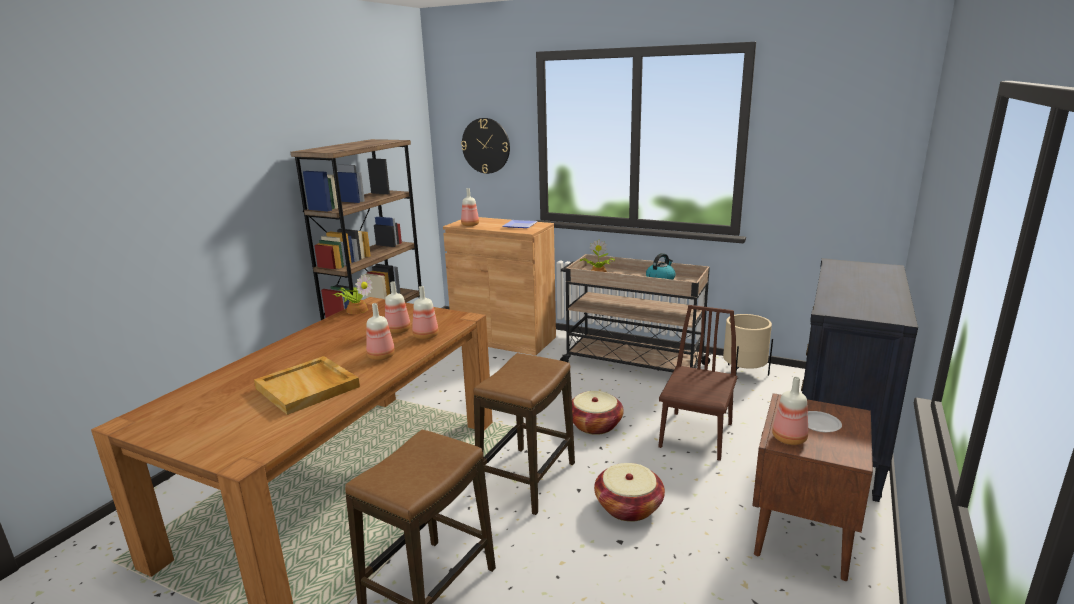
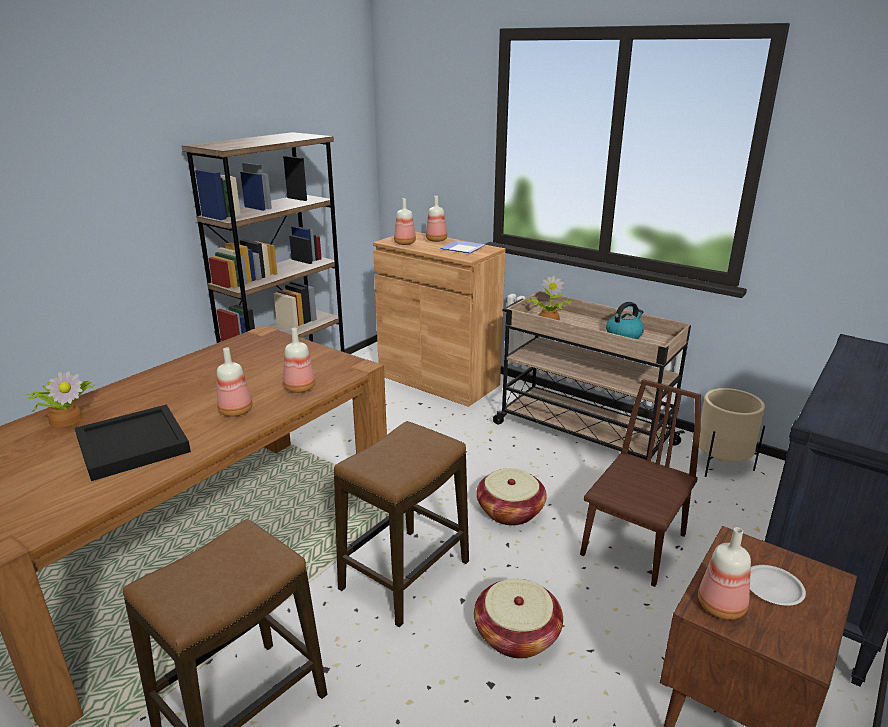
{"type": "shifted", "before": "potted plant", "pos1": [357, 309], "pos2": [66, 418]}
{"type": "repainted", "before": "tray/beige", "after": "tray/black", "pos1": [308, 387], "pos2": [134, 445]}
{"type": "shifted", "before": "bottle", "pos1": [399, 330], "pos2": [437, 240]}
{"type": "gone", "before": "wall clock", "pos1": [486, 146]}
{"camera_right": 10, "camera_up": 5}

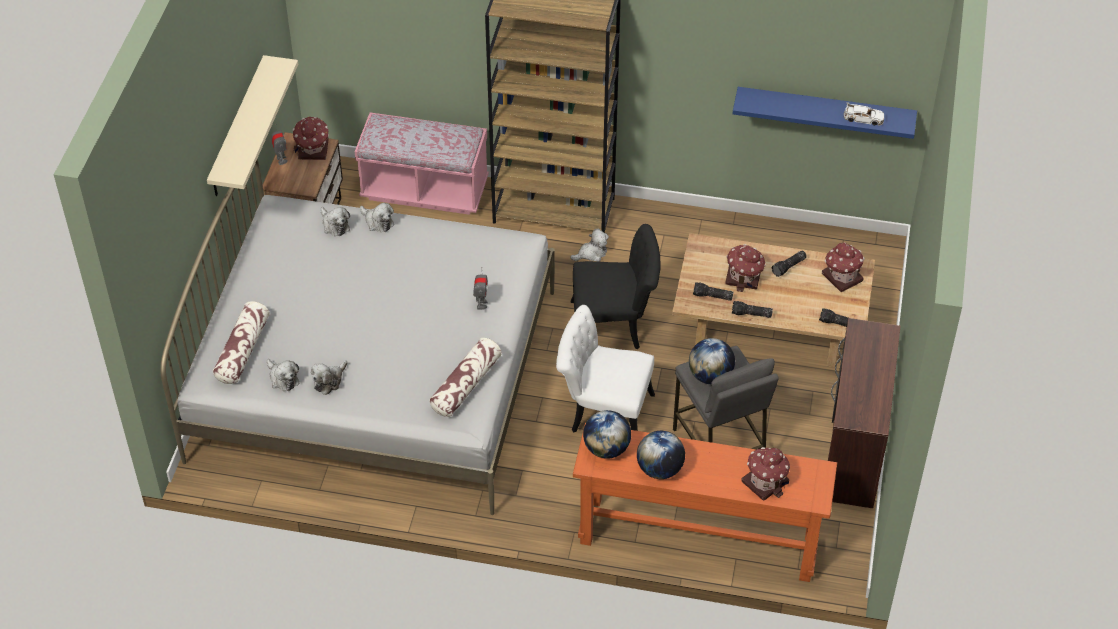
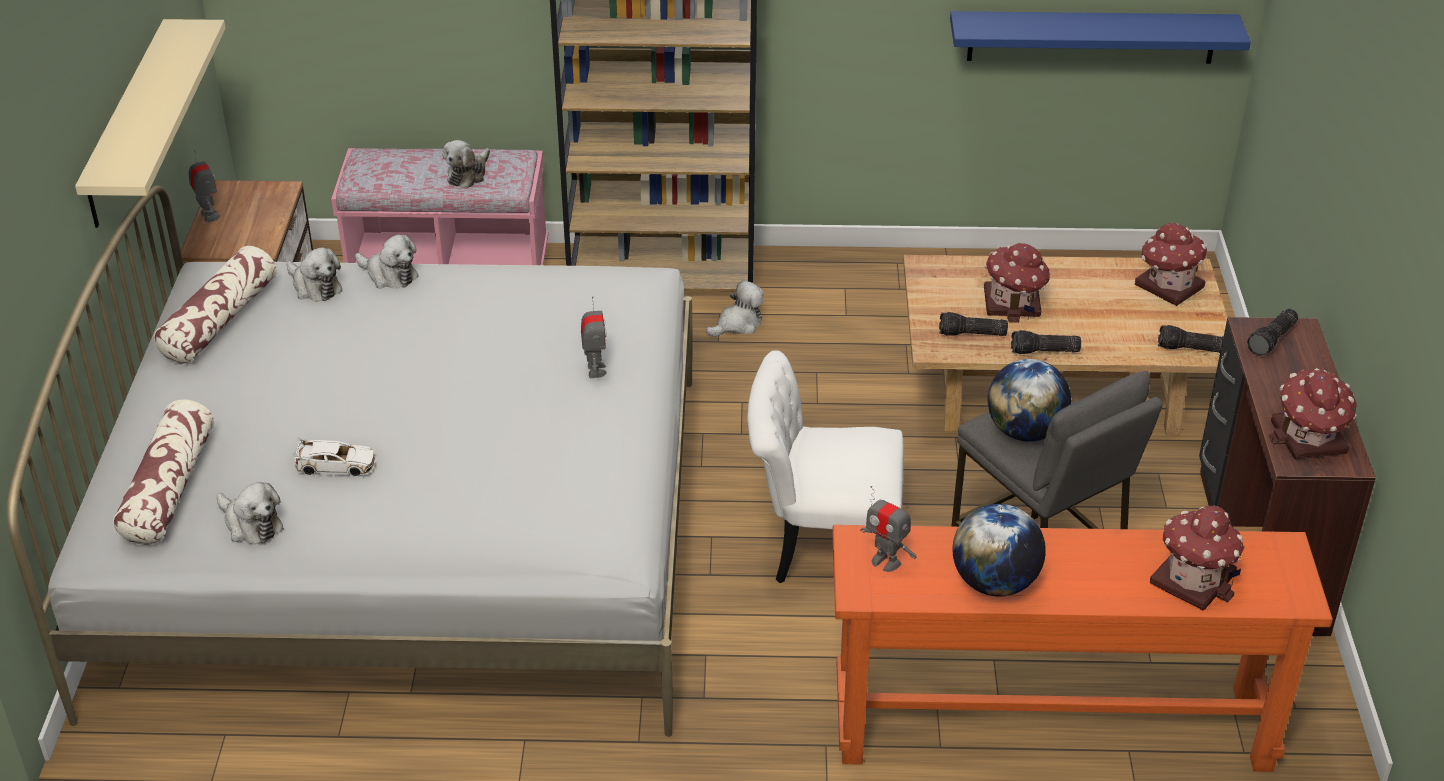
{"type": "shifted", "before": "pillow", "pos1": [466, 384], "pos2": [220, 320]}
{"type": "shifted", "before": "toy car/white", "pos1": [863, 118], "pos2": [335, 465]}
{"type": "shifted", "before": "plush toy", "pos1": [329, 381], "pos2": [468, 174]}
{"type": "swapped", "before": "globe", "after": "toy robot", "pos1": [606, 449], "pos2": [886, 562]}
{"type": "shifted", "before": "flashlight", "pos1": [789, 267], "pos2": [1273, 340]}
{"type": "shifted", "before": "toy house", "pos1": [313, 150], "pos2": [1308, 439]}
{"type": "gone", "before": "chair/black", "pos1": [614, 325]}
{"camera_right": -10, "camera_up": -10}

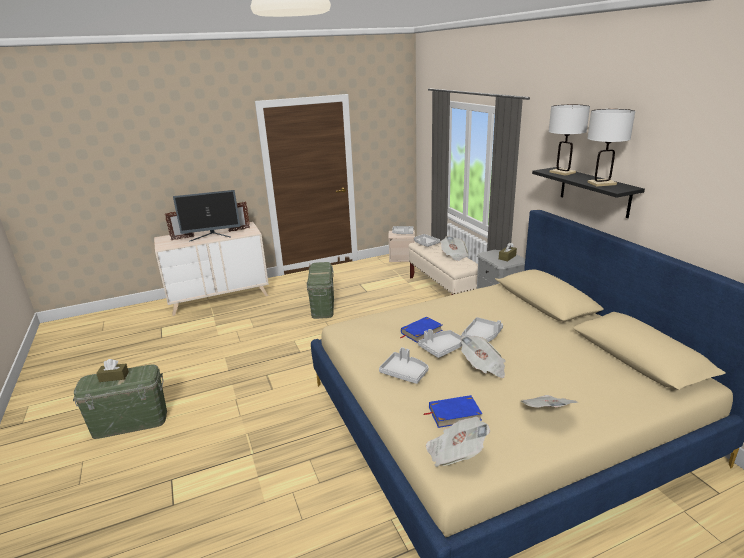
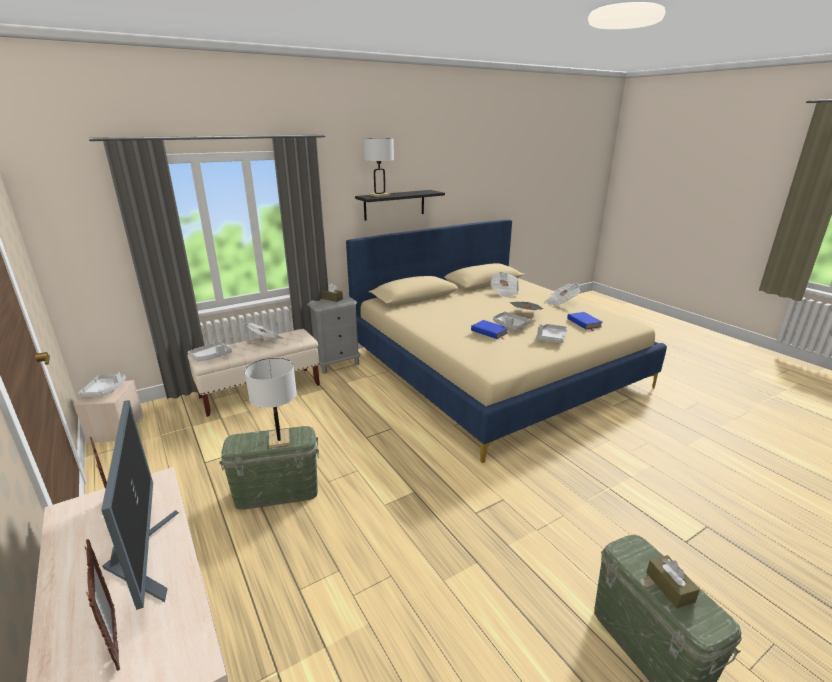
{"type": "shifted", "before": "table lamp/white", "pos1": [601, 183], "pos2": [279, 439]}
{"type": "shifted", "before": "newspaper", "pos1": [455, 453], "pos2": [504, 292]}
{"type": "gone", "before": "tray/grey", "pos1": [482, 336]}
{"camera_right": -100, "camera_up": 0}

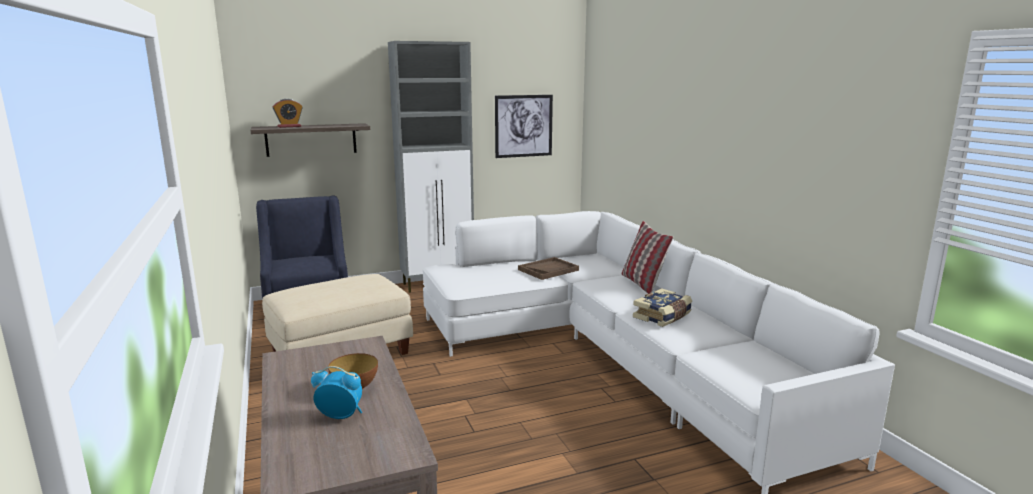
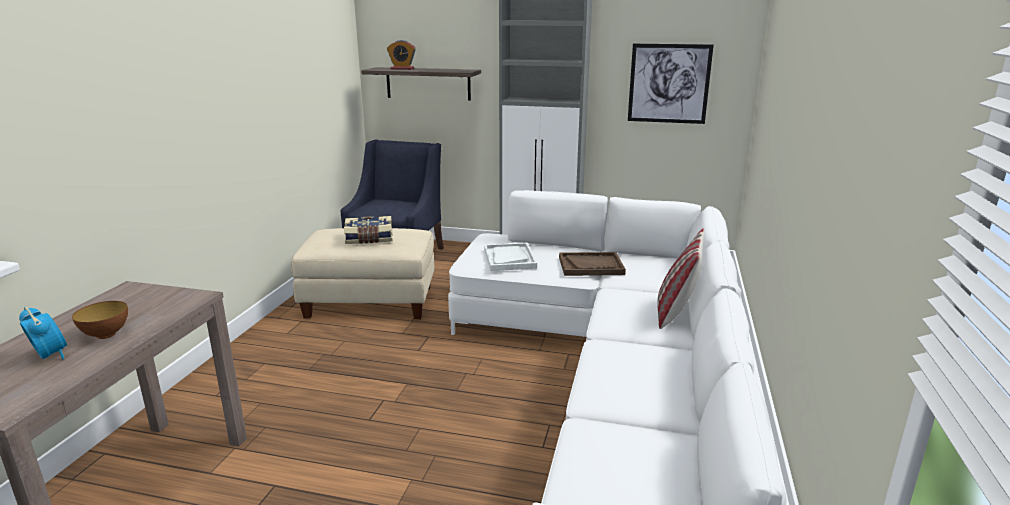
{"type": "shifted", "before": "book", "pos1": [663, 317], "pos2": [369, 239]}
{"type": "new", "after": "tray/white", "pos2": [509, 258]}
{"camera_right": 35, "camera_up": 5}

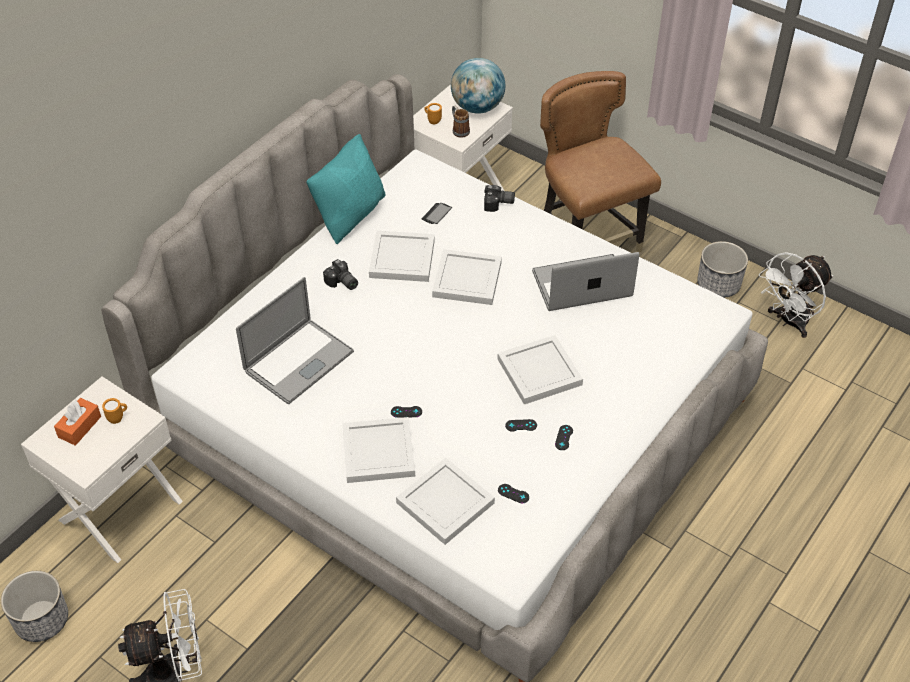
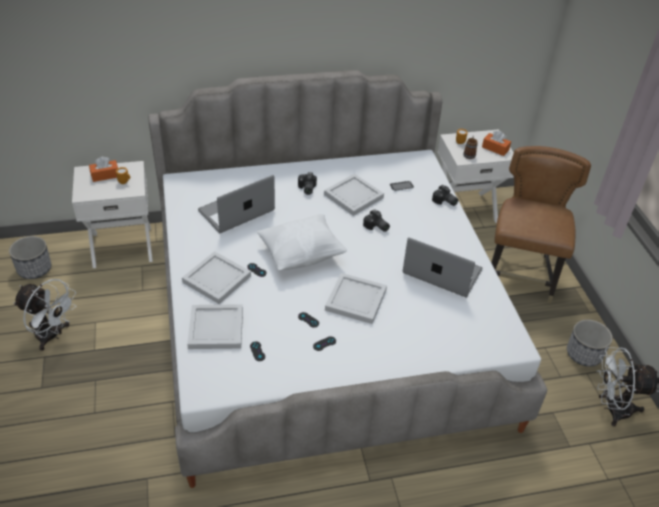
{"type": "rotated", "before": "laptop", "pos1": [299, 361], "pos2": [236, 211], "turn": 150}
{"type": "new", "after": "pillow/white", "pos2": [302, 255]}
{"type": "swapped", "before": "tray/white", "after": "photo camera", "pos1": [466, 278], "pos2": [376, 227]}
{"type": "swapped", "before": "globe", "after": "tissue box/orange", "pos1": [477, 107], "pos2": [495, 148]}
{"type": "gone", "before": "pillow/turquoise", "pos1": [351, 215]}
{"camera_right": 40, "camera_up": -5}

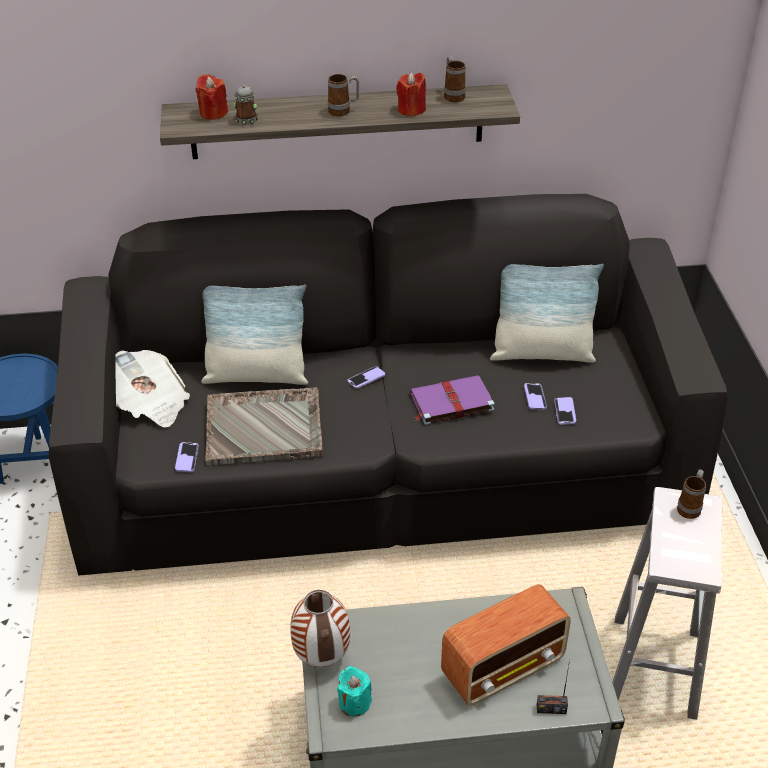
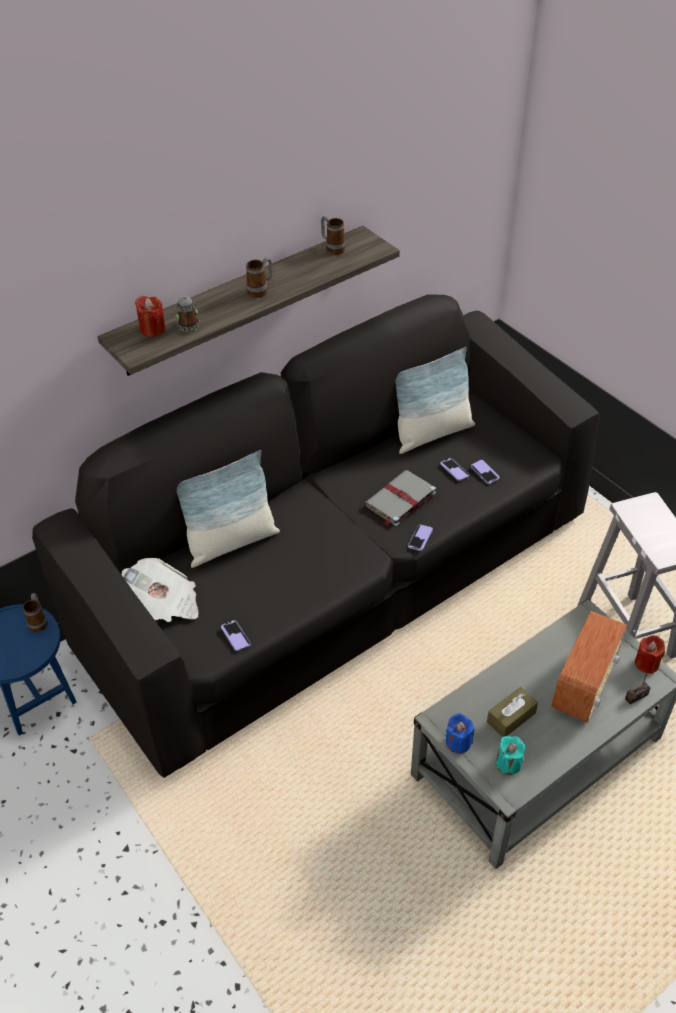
{"type": "shifted", "before": "mug", "pos1": [690, 507], "pos2": [39, 622]}
{"type": "repainted", "before": "book/purple", "after": "book/grey", "pos1": [450, 402], "pos2": [399, 500]}
{"type": "shifted", "before": "phone", "pos1": [366, 378], "pos2": [420, 538]}
{"type": "swapped", "before": "vase", "after": "candle/blue", "pos1": [321, 657], "pos2": [458, 742]}
{"type": "new", "after": "tissue box/brown", "pos2": [511, 717]}
{"type": "shifted", "before": "candle/red", "pos1": [411, 110], "pos2": [646, 663]}
{"type": "gone", "before": "tray/grey", "pos1": [265, 428]}
{"camera_right": -30, "camera_up": 5}

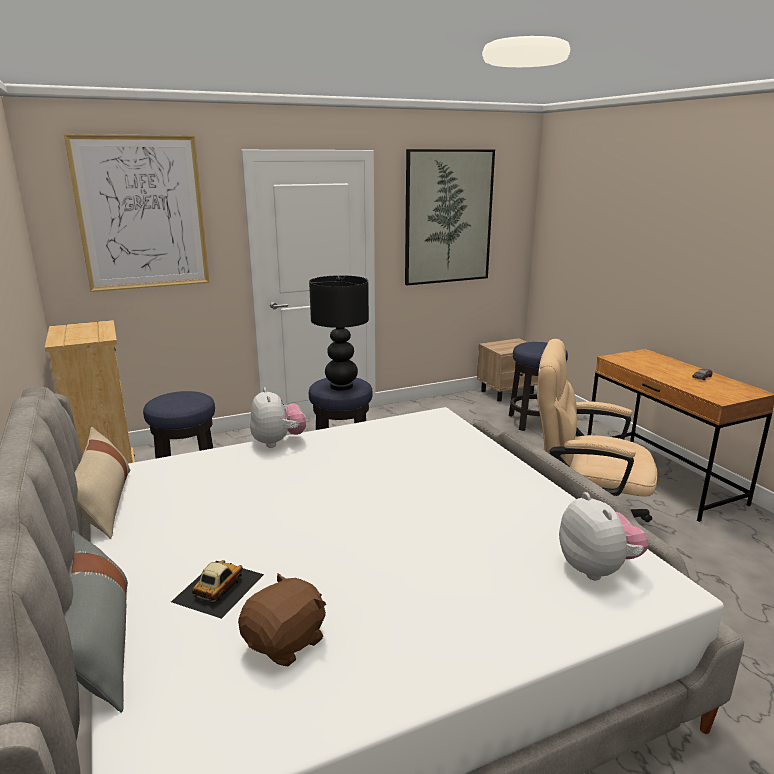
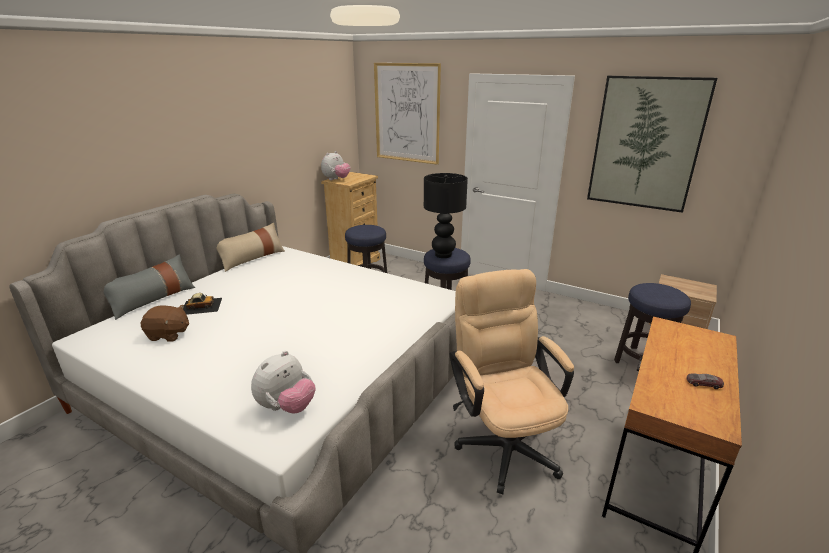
{"type": "shifted", "before": "plush toy", "pos1": [278, 442], "pos2": [336, 179]}
{"camera_right": 55, "camera_up": 5}

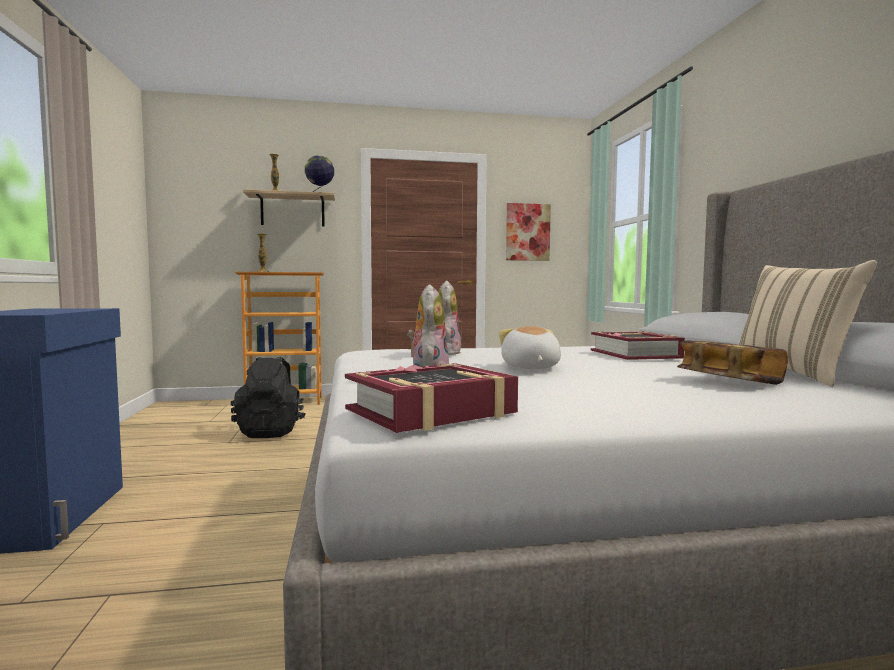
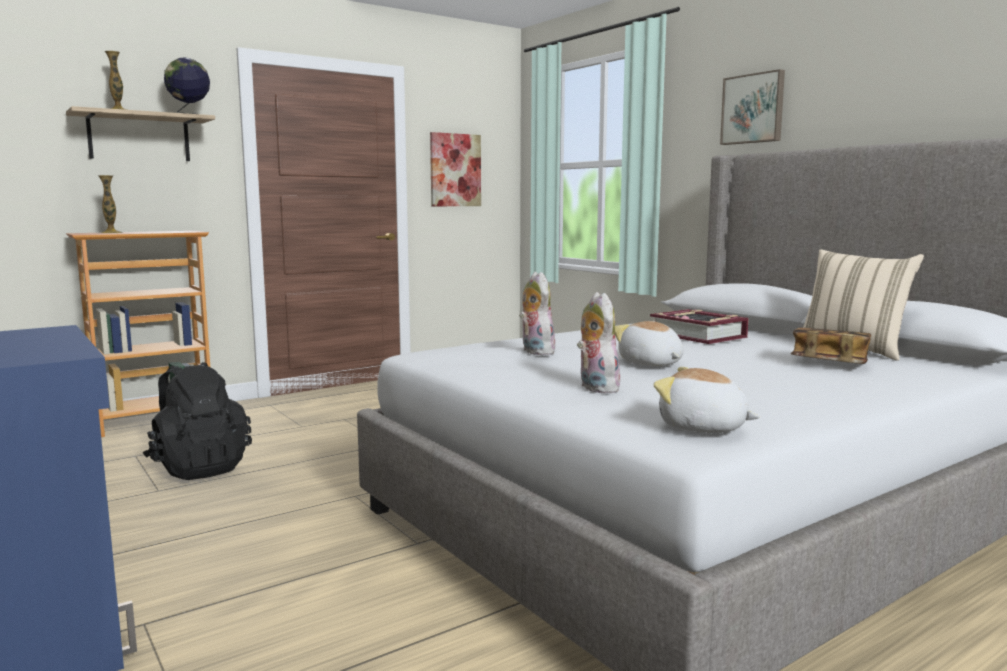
{"type": "swapped", "before": "book", "after": "plush toy", "pos1": [431, 412], "pos2": [702, 428]}
{"type": "new", "after": "picture", "pos2": [753, 109]}
{"camera_right": -25, "camera_up": 5}

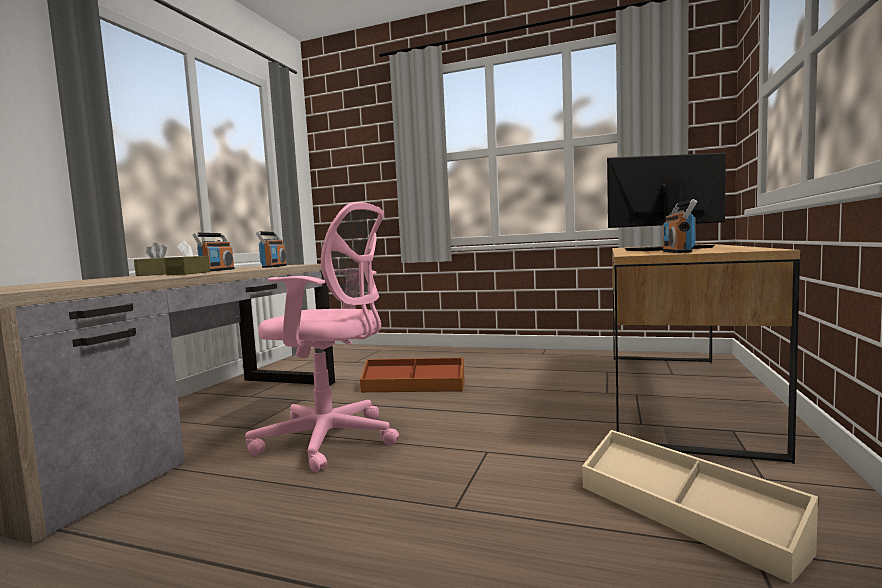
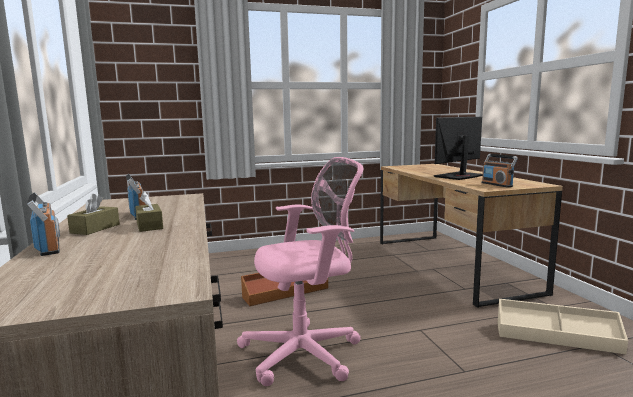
{"type": "shifted", "before": "radio", "pos1": [274, 266], "pos2": [48, 247]}
{"camera_right": -35, "camera_up": 5}

